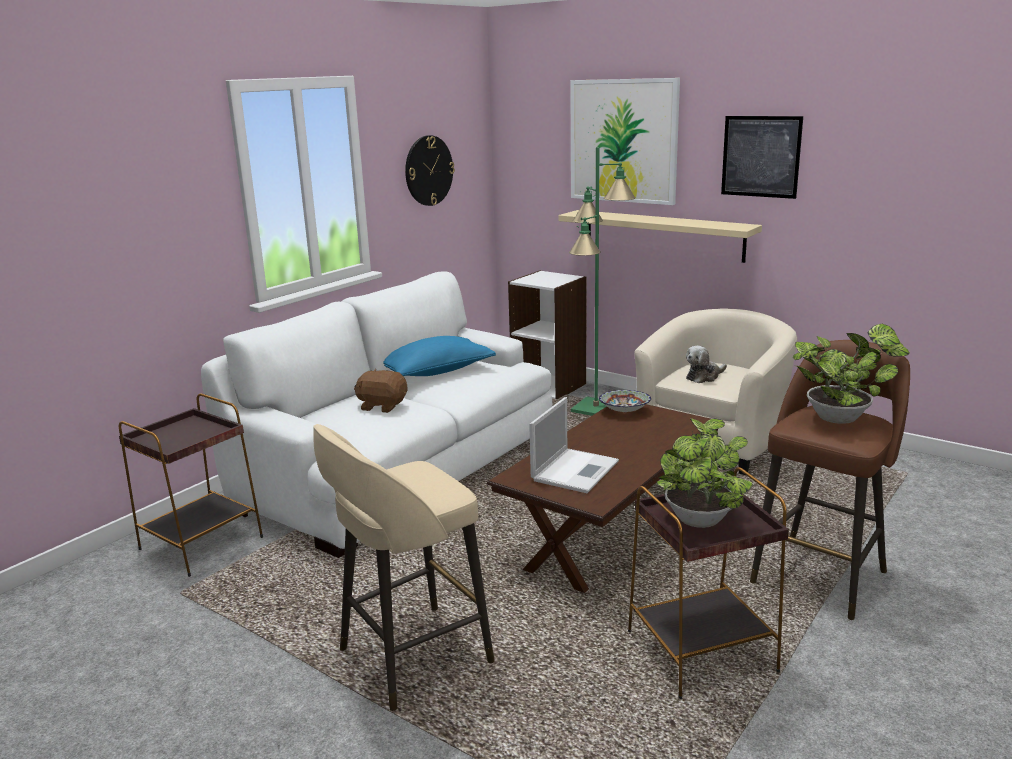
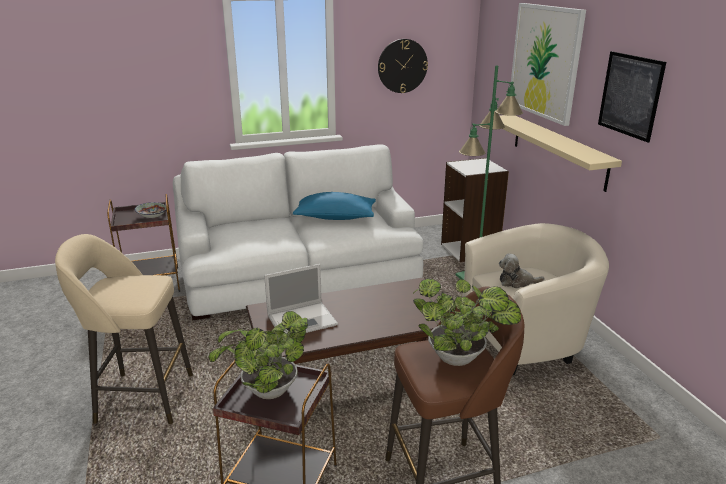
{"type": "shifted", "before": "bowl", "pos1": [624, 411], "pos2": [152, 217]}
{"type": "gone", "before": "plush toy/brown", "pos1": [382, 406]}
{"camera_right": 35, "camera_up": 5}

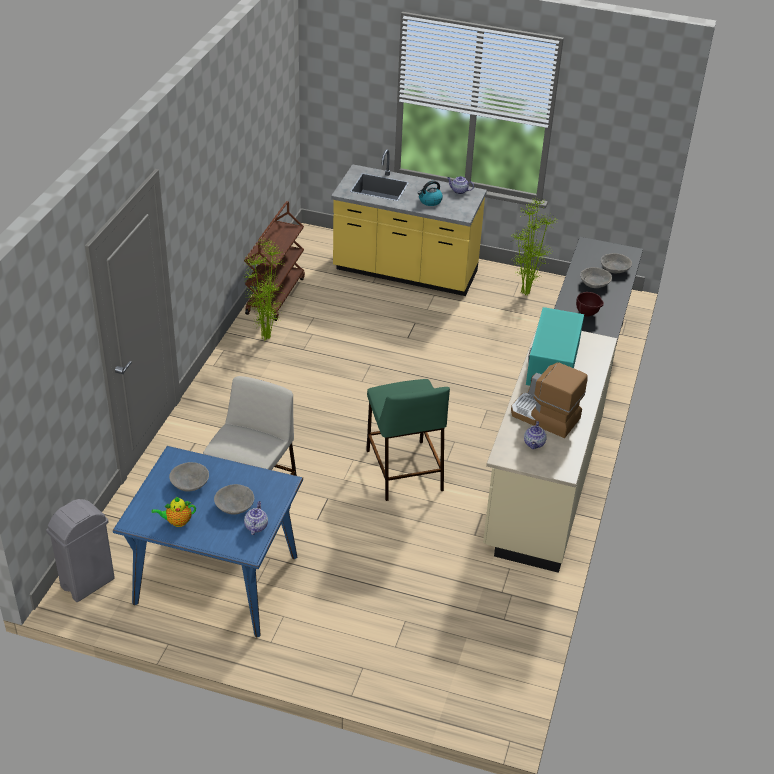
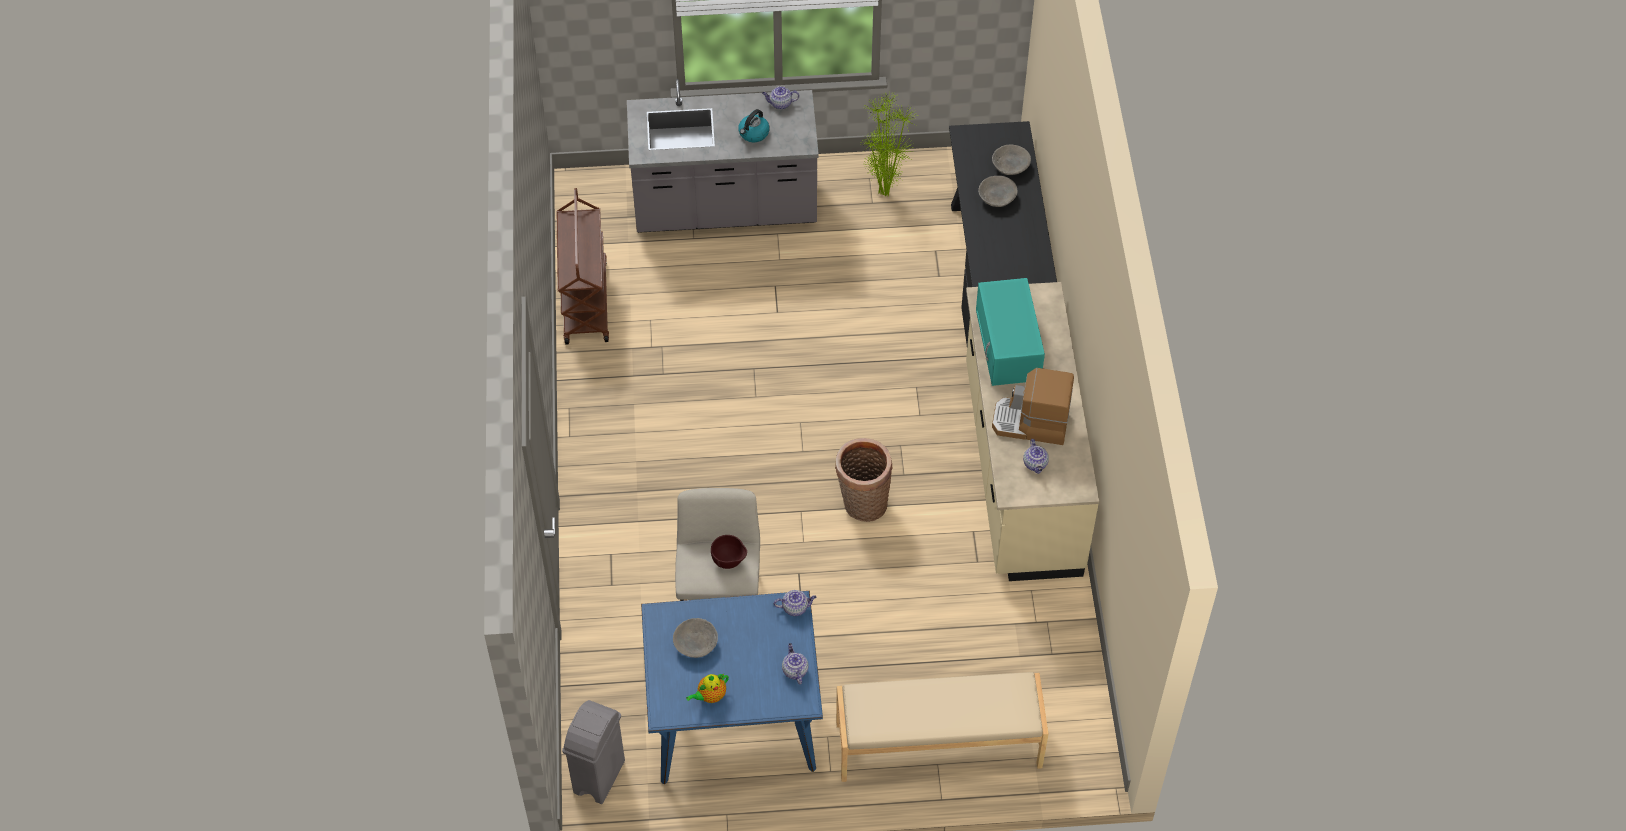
{"type": "repainted", "before": "counter/yellow", "after": "counter/grey", "pos1": [405, 273], "pos2": [725, 209]}
{"type": "shifted", "before": "bowl/brown", "pos1": [588, 314], "pos2": [729, 562]}
{"type": "new", "after": "teapot", "pos2": [795, 607]}
{"type": "swapped", "before": "stool/green", "after": "basket", "pos1": [403, 469], "pos2": [862, 504]}
{"type": "new", "after": "bench/beige", "pos2": [938, 745]}
{"type": "gone", "before": "bowl/grey", "pos1": [234, 506]}
{"type": "gone", "before": "potted plant", "pos1": [267, 338]}
{"camera_right": -20, "camera_up": 15}

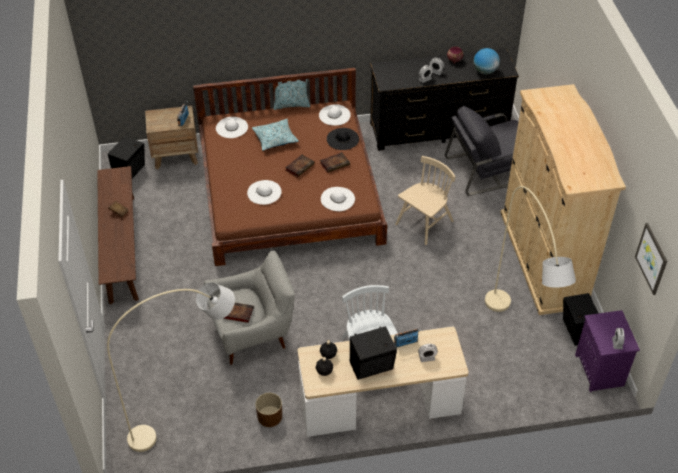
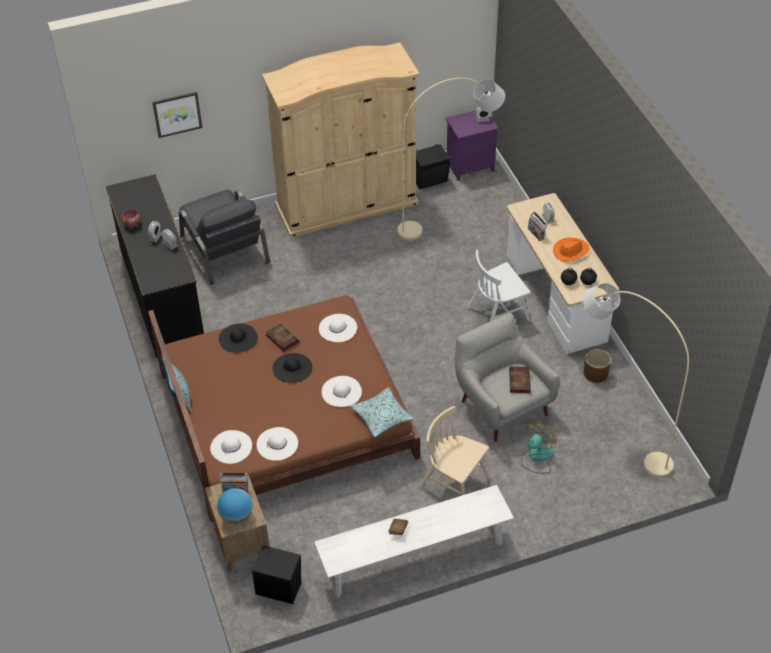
{"type": "shifted", "before": "picture", "pos1": [652, 258], "pos2": [177, 114]}
{"type": "shifted", "before": "globe", "pos1": [485, 71], "pos2": [236, 515]}
{"type": "shifted", "before": "hat/white", "pos1": [334, 115], "pos2": [277, 444]}
{"type": "swapped", "before": "book", "after": "hat/black", "pos1": [300, 166], "pos2": [292, 368]}
{"type": "repainted", "before": "bench/brown", "after": "bench/white", "pos1": [122, 248], "pos2": [414, 557]}
{"type": "shifted", "before": "pillow", "pos1": [275, 139], "pos2": [381, 417]}
{"type": "shifted", "before": "chair/beige", "pos1": [424, 223], "pos2": [454, 483]}
{"type": "new", "after": "fan", "pos2": [537, 457]}
{"type": "swapped", "before": "speaker/black", "after": "hat/orange", "pos1": [372, 367], "pos2": [571, 251]}
{"camera_right": -100, "camera_up": 0}

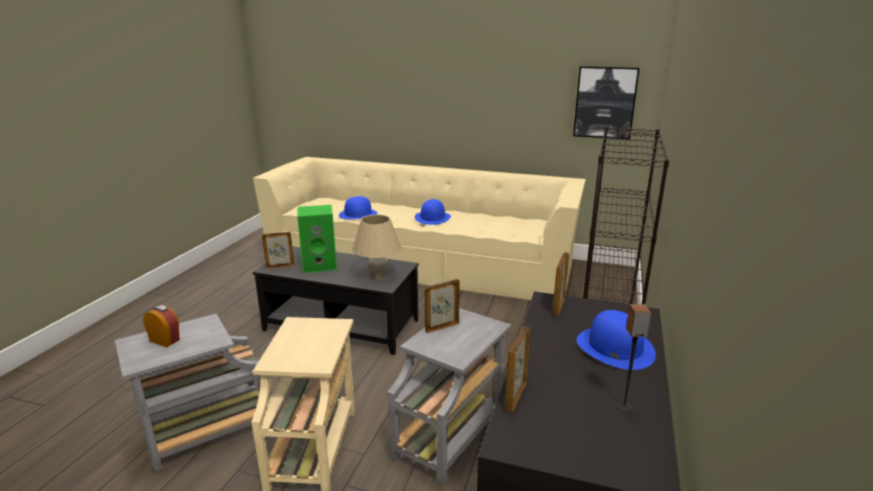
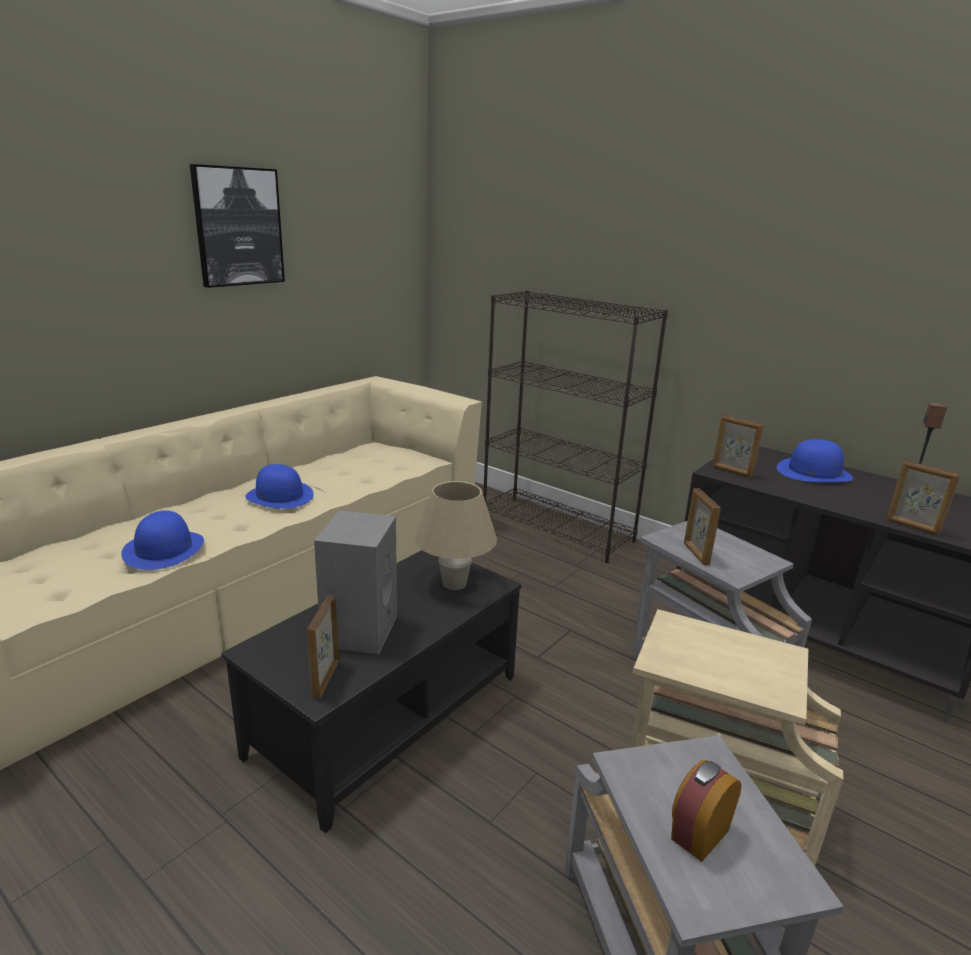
{"type": "shifted", "before": "picture", "pos1": [605, 102], "pos2": [238, 227]}
{"type": "repainted", "before": "speaker/green", "after": "speaker/grey", "pos1": [320, 264], "pos2": [359, 629]}
{"camera_right": -70, "camera_up": 0}

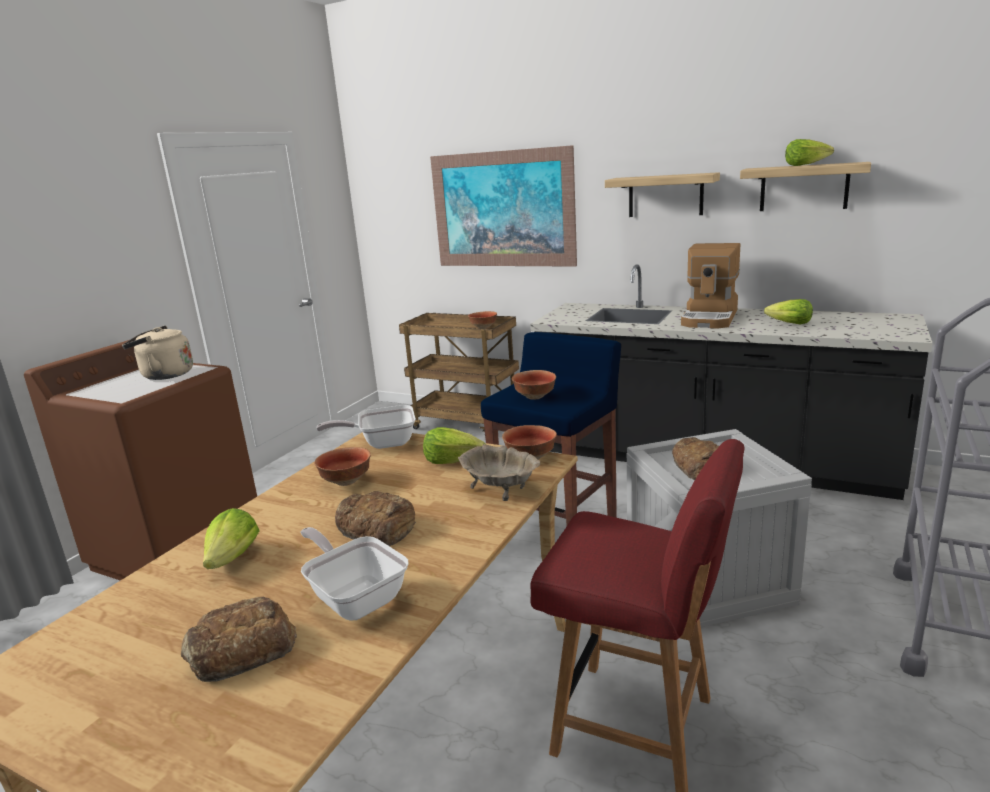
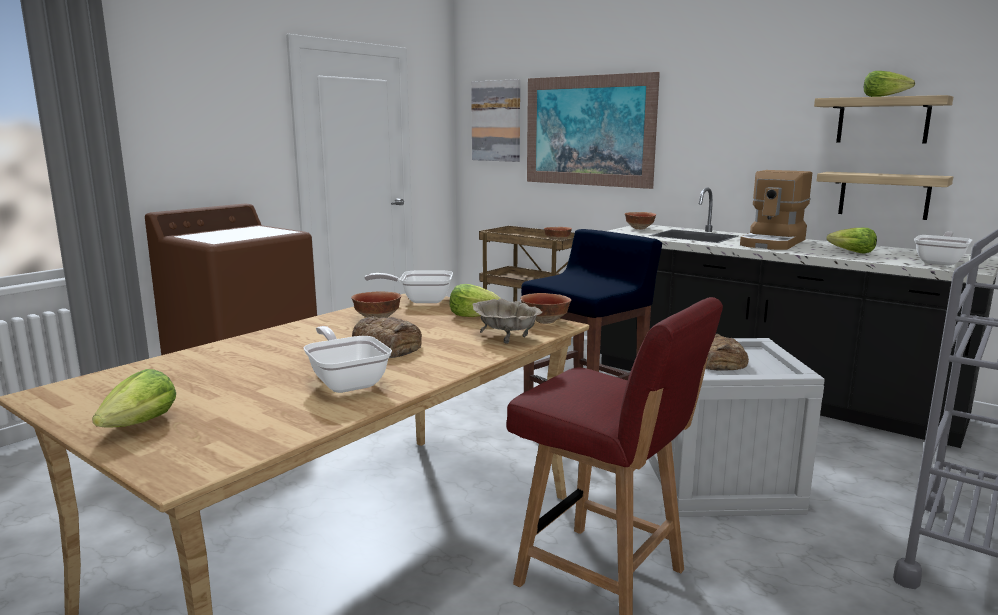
{"type": "shifted", "before": "lettuce", "pos1": [233, 558], "pos2": [140, 424]}
{"type": "new", "after": "picture", "pos2": [496, 121]}
{"type": "shifted", "before": "bowl", "pos1": [535, 396], "pos2": [640, 228]}
{"type": "shifted", "before": "shelf", "pos1": [665, 195], "pos2": [884, 195]}
{"type": "new", "after": "frying pan", "pos2": [940, 262]}
{"type": "gone", "before": "kettle/beige", "pos1": [164, 375]}
{"type": "gone", "before": "bread", "pos1": [240, 649]}
{"camera_right": 10, "camera_up": -5}

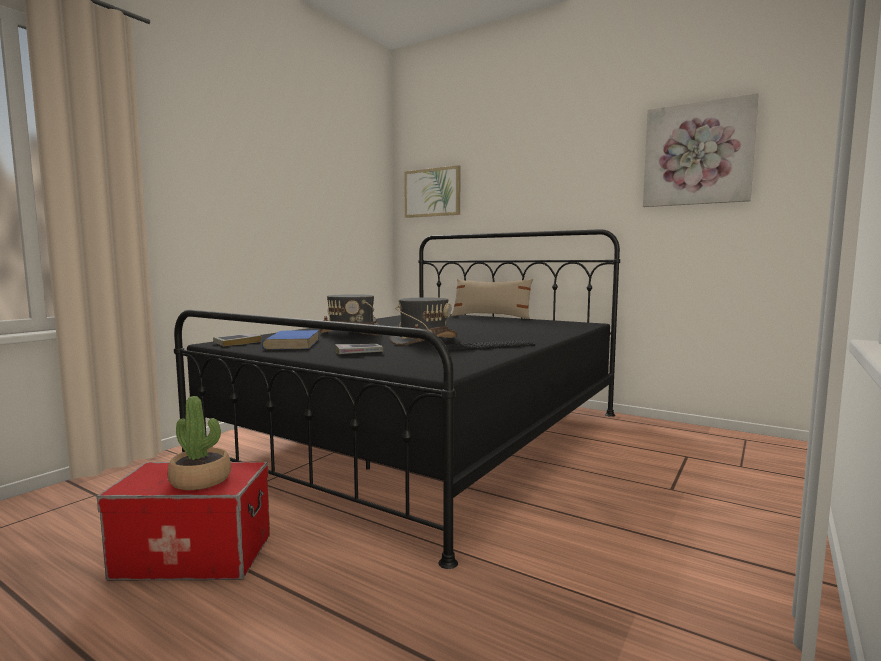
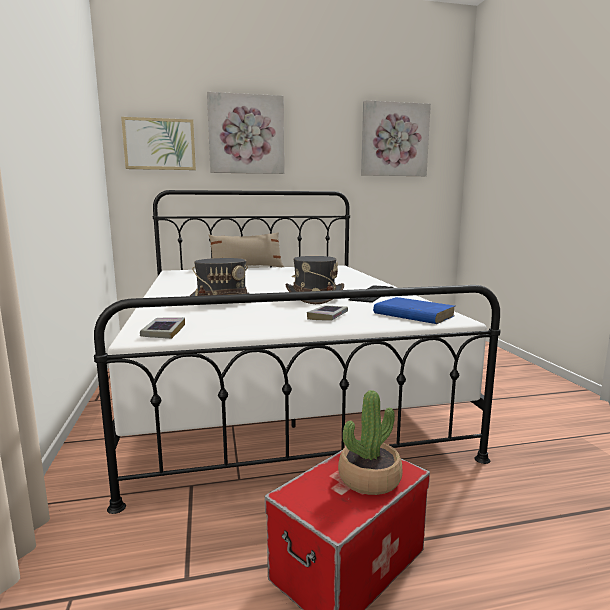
{"type": "repainted", "before": "bed/black", "after": "bed/white", "pos1": [429, 437], "pos2": [277, 385]}
{"type": "new", "after": "picture", "pos2": [246, 134]}
{"type": "shifted", "before": "book/blue", "pos1": [292, 344], "pos2": [413, 314]}
{"camera_right": -45, "camera_up": 5}

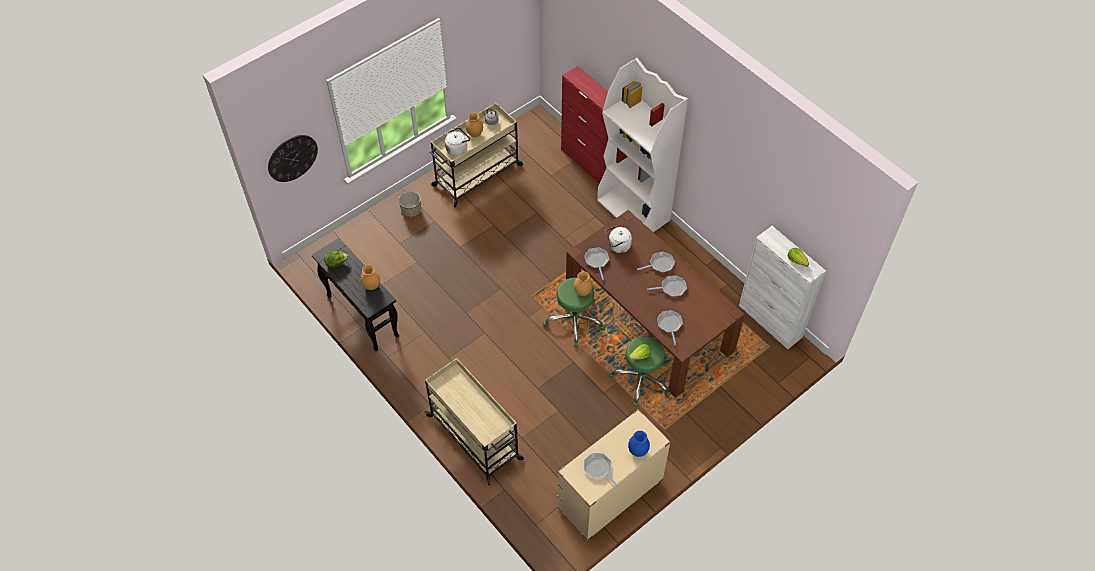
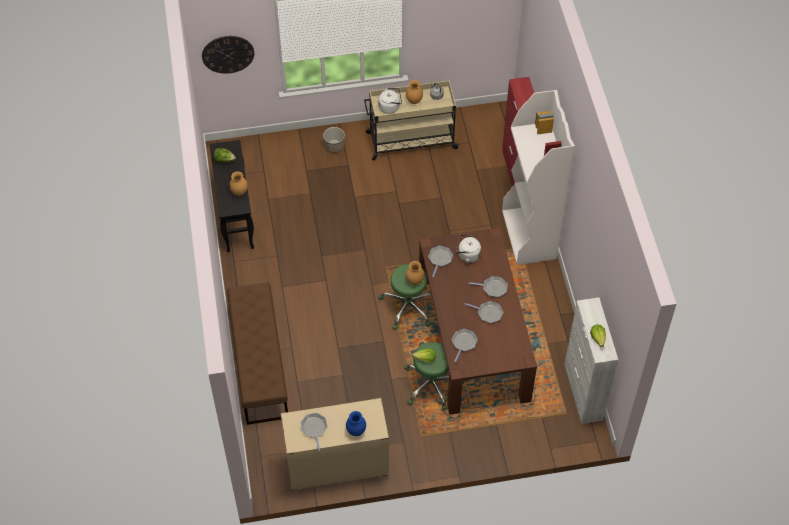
{"type": "swapped", "before": "cart/beige", "after": "bench/brown", "pos1": [475, 438], "pos2": [259, 363]}
{"camera_right": 30, "camera_up": 0}

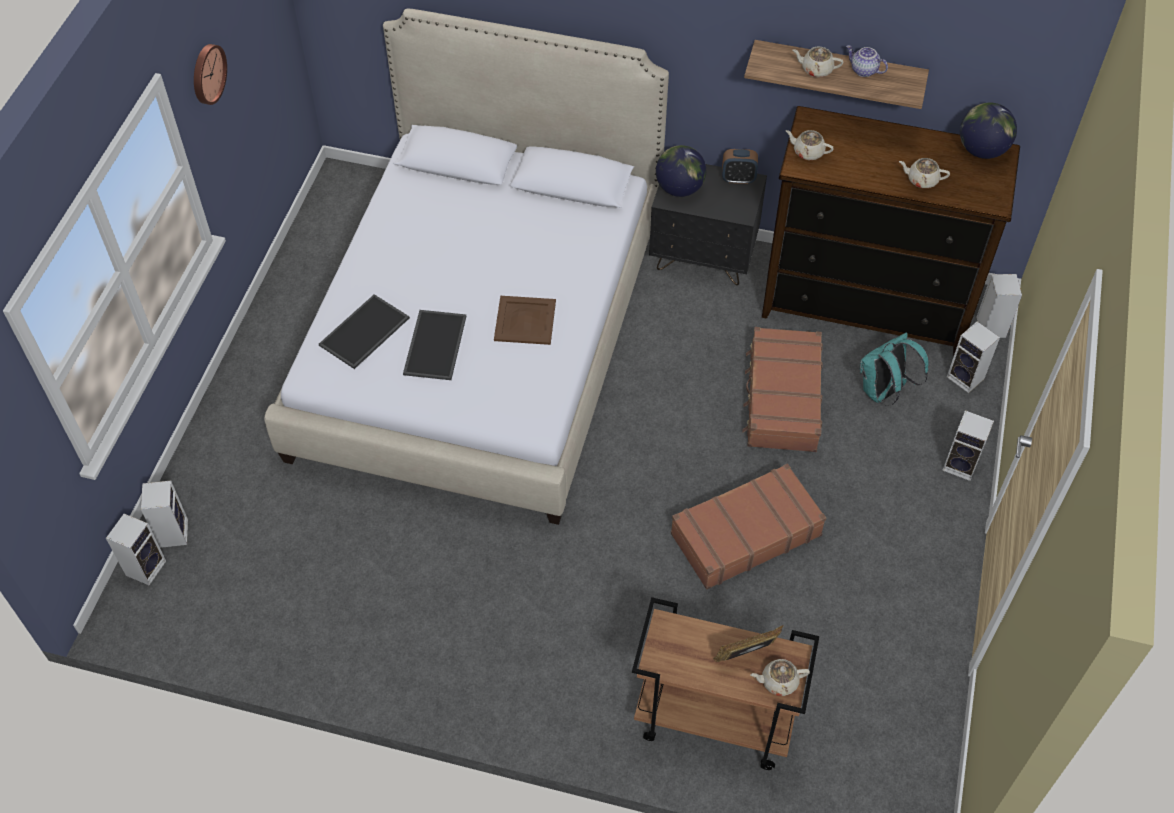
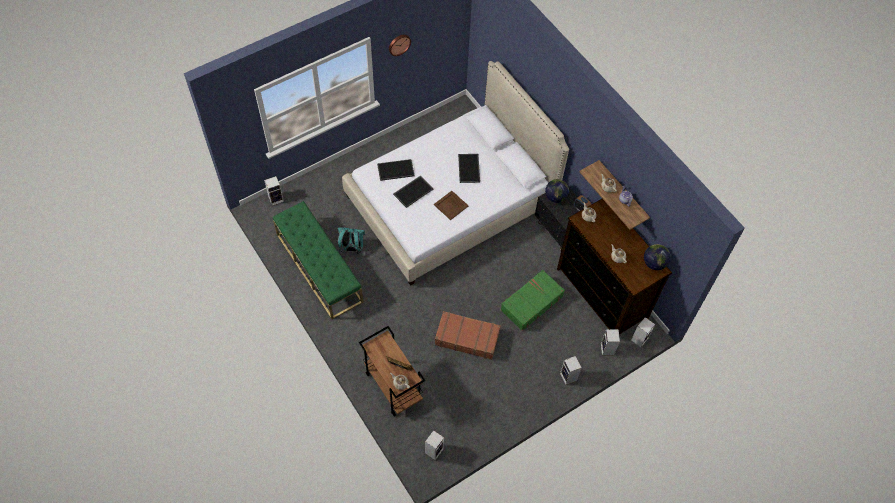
{"type": "new", "after": "bench/green", "pos2": [319, 268]}
{"type": "shifted", "before": "backpack/turquoise", "pos1": [883, 392], "pos2": [351, 248]}
{"type": "shifted", "before": "speaker", "pos1": [173, 532], "pos2": [434, 450]}
{"type": "new", "after": "tray", "pos2": [469, 168]}
{"type": "repainted", "before": "suitcase/brown", "after": "suitcase/green", "pos1": [782, 398], "pos2": [531, 303]}
{"camera_right": 40, "camera_up": 5}

